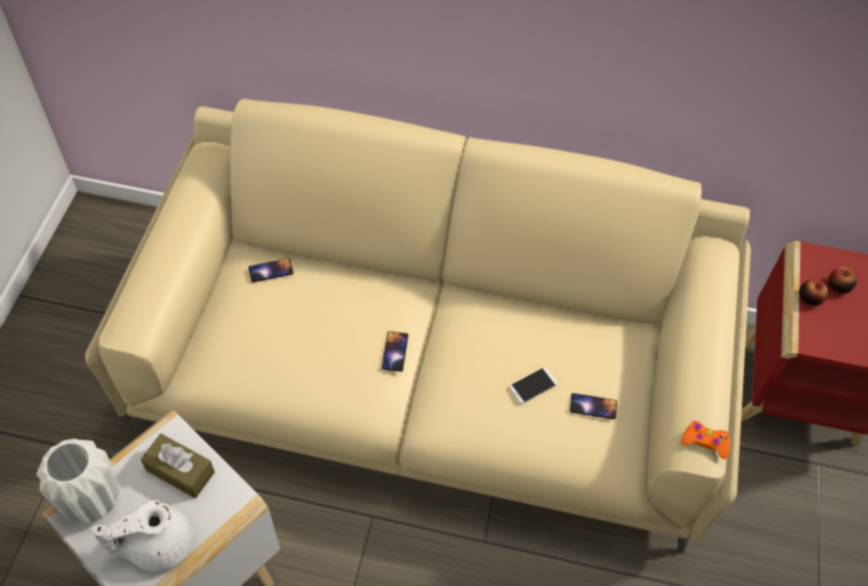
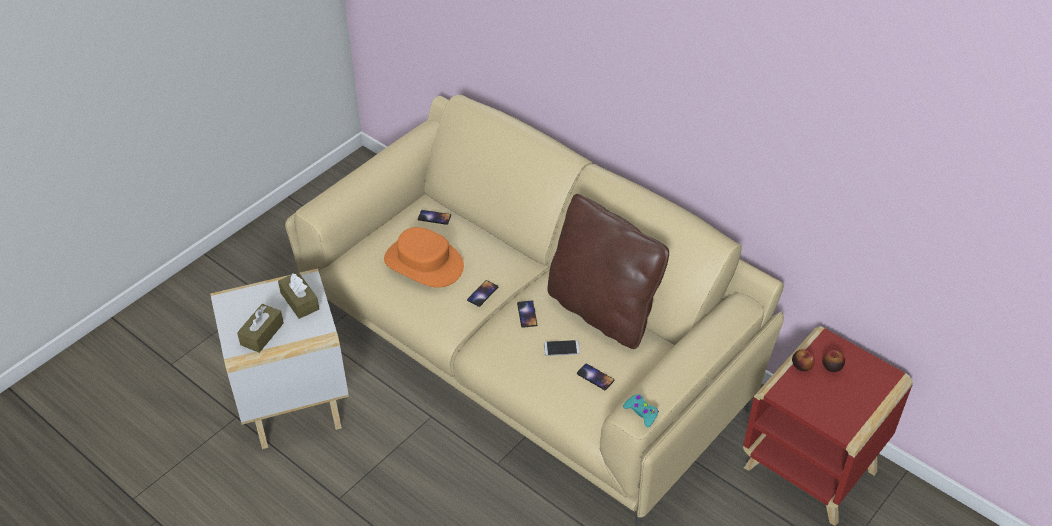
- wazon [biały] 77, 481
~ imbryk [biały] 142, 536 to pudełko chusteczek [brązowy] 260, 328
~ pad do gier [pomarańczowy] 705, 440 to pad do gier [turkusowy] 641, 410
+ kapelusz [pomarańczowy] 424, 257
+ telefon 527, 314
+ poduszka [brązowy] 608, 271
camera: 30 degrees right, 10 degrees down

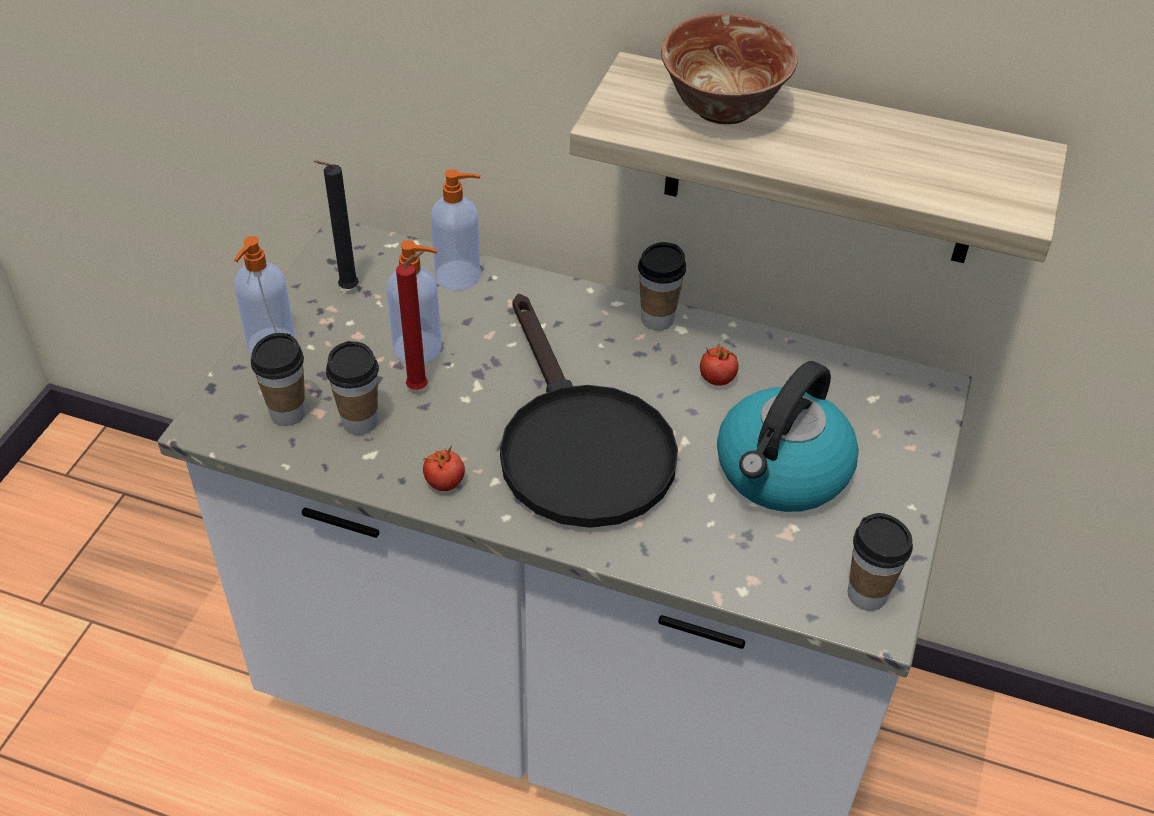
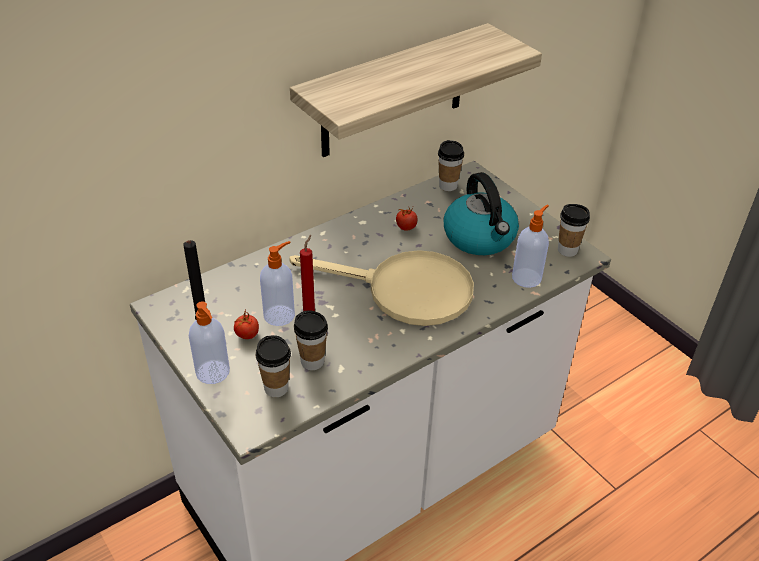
~ pomidor 444, 468 to 246, 324
~ dozownik mydła 456, 229 to 530, 246
~ patelnia [czarny] 589, 411 to patelnia [beżowy] 381, 288
~ filiżanka 662, 286 to 451, 165
- miska 729, 68
camera: 55 degrees left, 5 degrees down

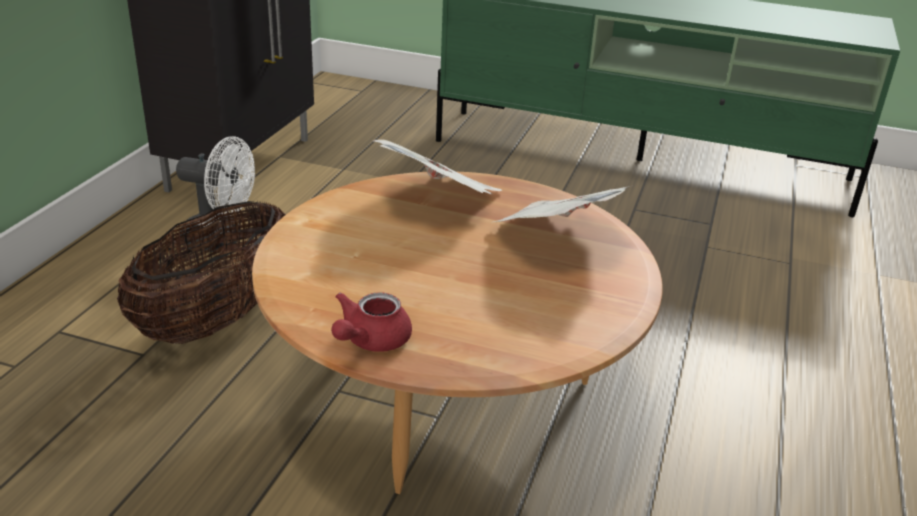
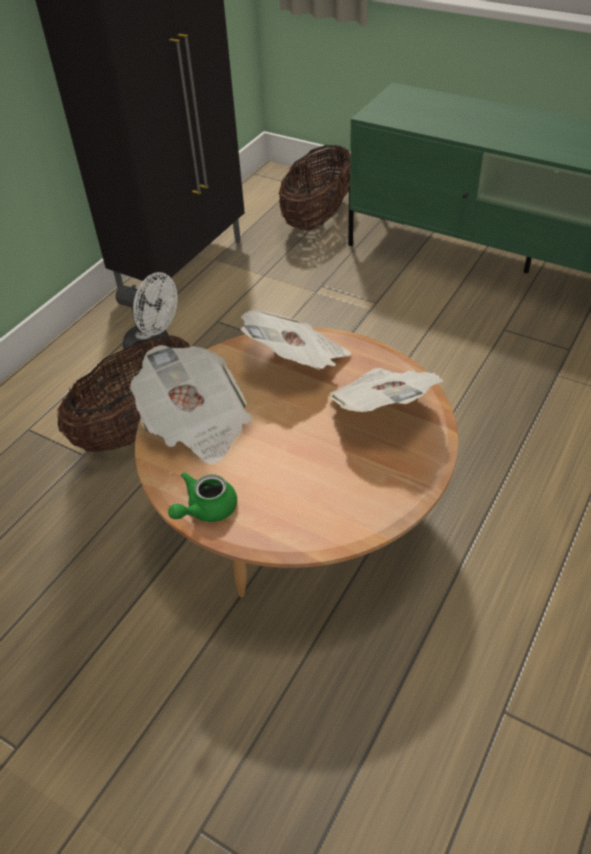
~ imbryk [czerwony] 371, 322 to imbryk [zielony] 202, 497
+ gazeta 191, 404
+ koszyk 314, 188
camera: 15 degrees right, 15 degrees up

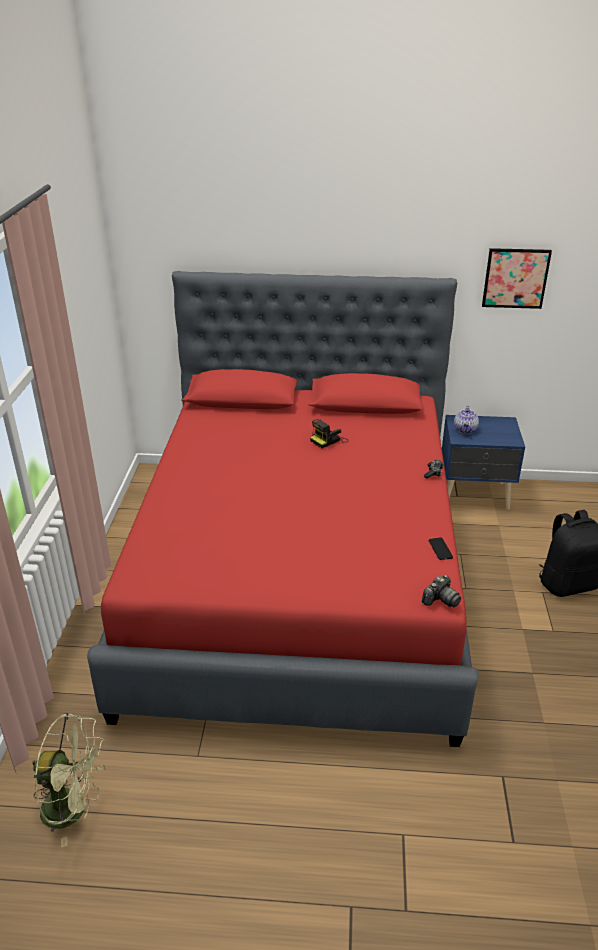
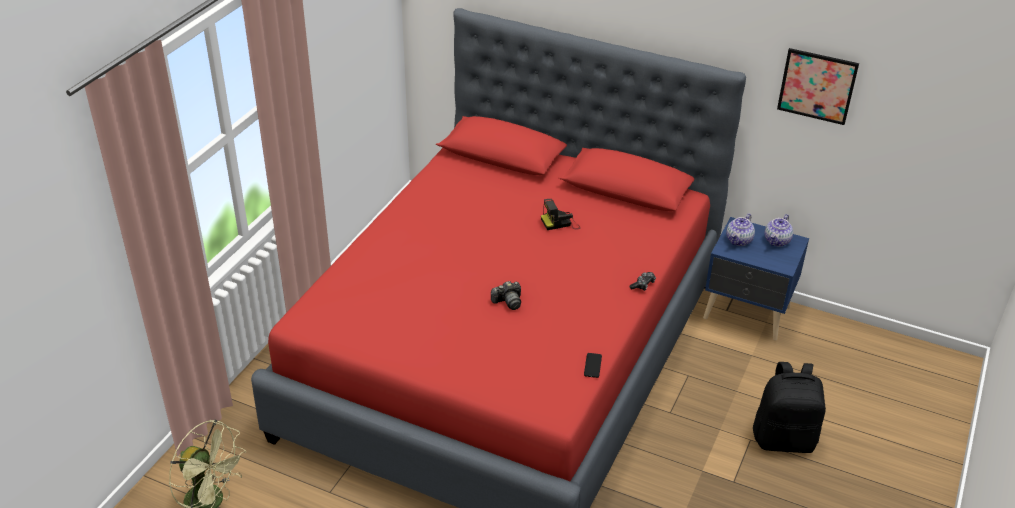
~ aparat fotograficzny 441, 591 to 506, 295
+ imbryk 779, 230
camera: 20 degrees right, 5 degrees up

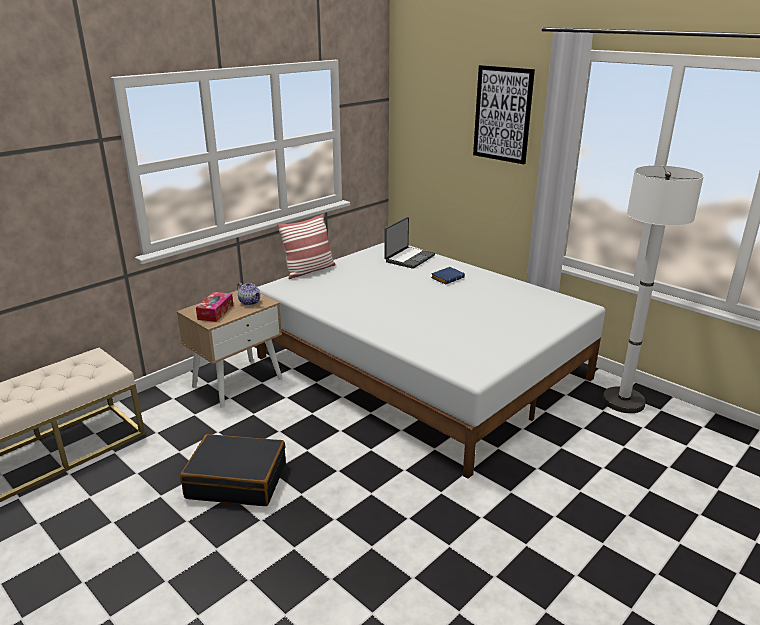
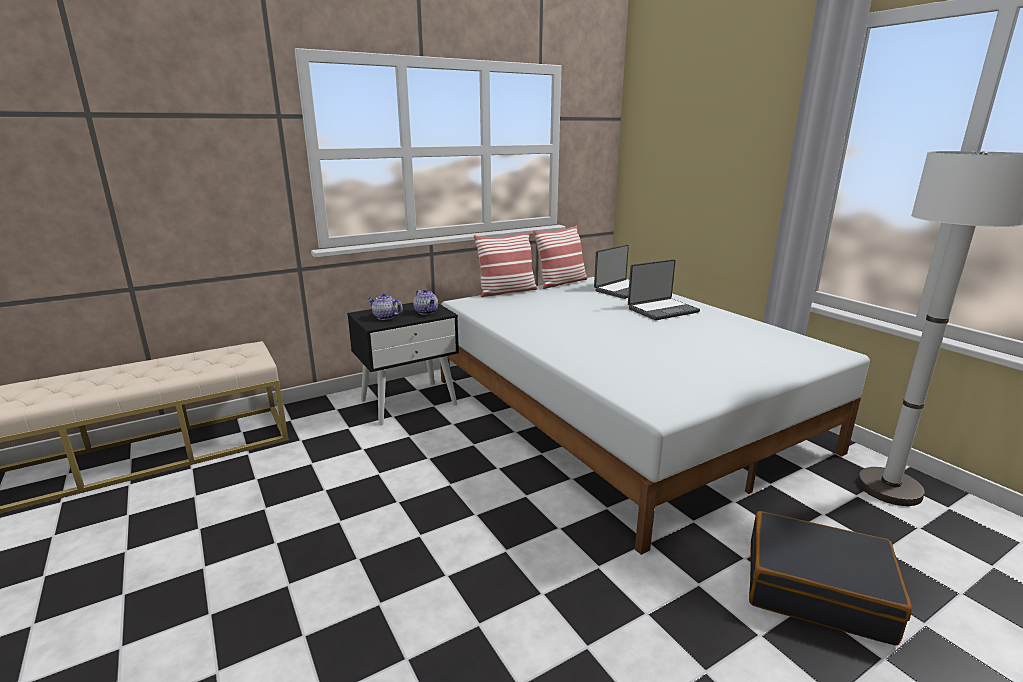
~ szafka nocna [beżowy] 230, 349 to szafka nocna [czarny] 403, 364
~ walizka [czarny] 233, 470 to 830, 578
~ pudełko chusteczek 214, 307 to imbryk 385, 306
~ książka [niebieski] 448, 276 to laptop 664, 289
- obraz 504, 114
+ poduszka 560, 257
camera: 15 degrees right, 5 degrees down

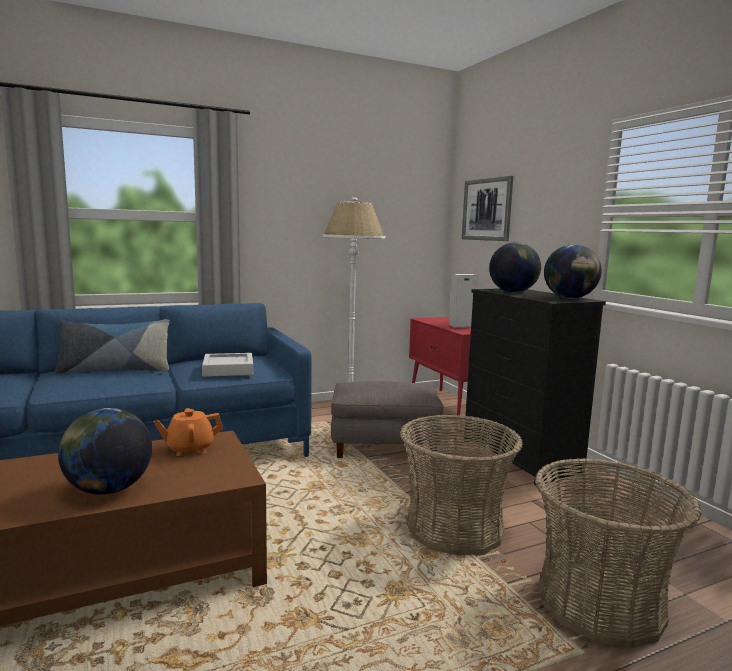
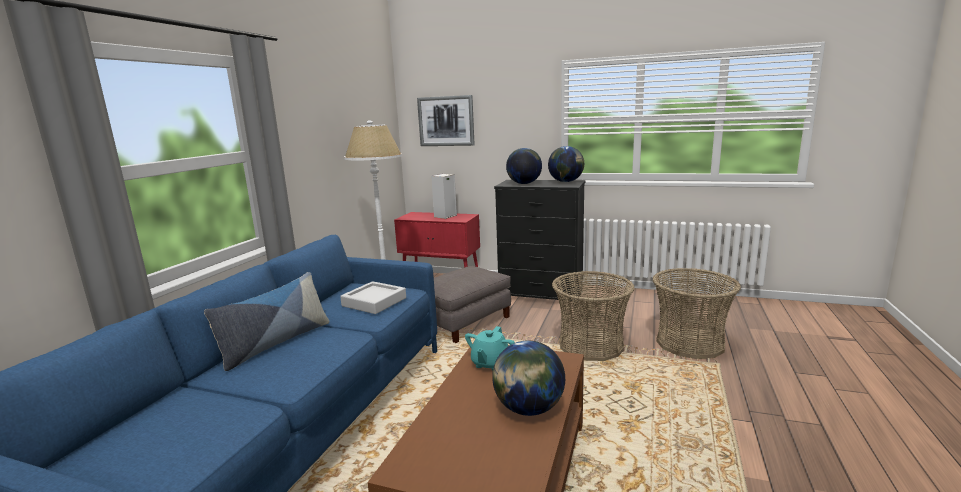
~ imbryk [pomarańczowy] 188, 432 to imbryk [turkusowy] 490, 348
camera: 45 degrees left, 5 degrees up

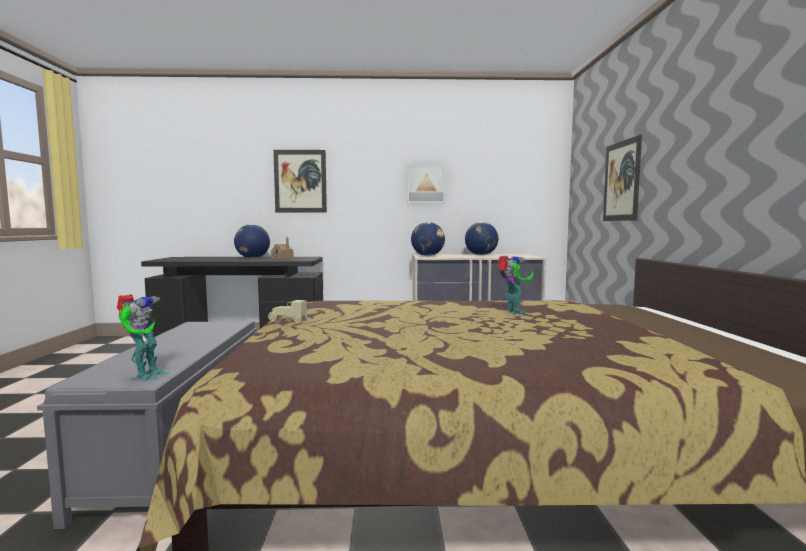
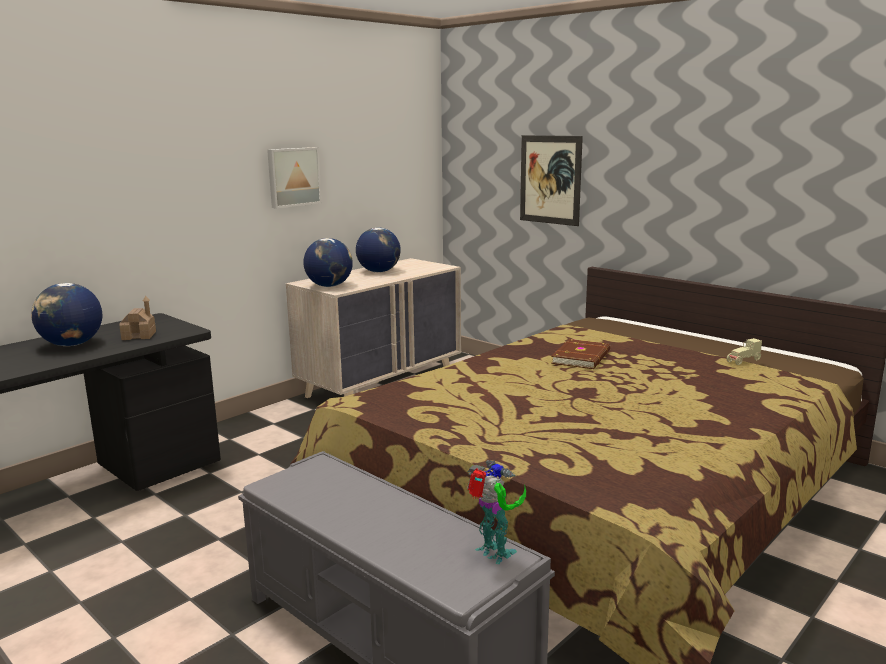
~ samochodzik [beżowy] 287, 311 to 744, 351
- obraz 300, 181
~ robot zabawkowy 515, 284 to książka [brązowy] 580, 354
camera: 45 degrees left, 10 degrees up

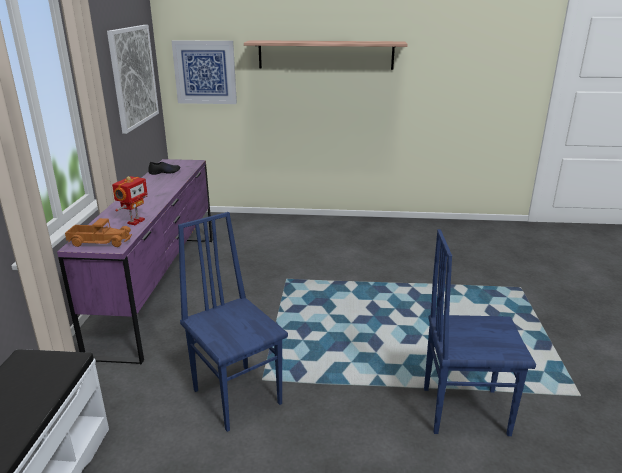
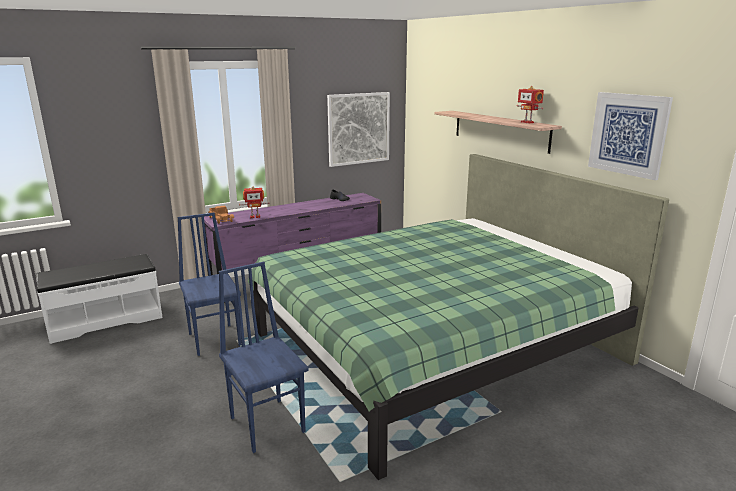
~ obraz 204, 72 to 630, 136
~ krzesło [niebieski] 233, 322 = 209, 284 45 degrees counterclockwise
+ łóżko [zielony] 458, 317
+ robot zabawkowy 530, 104
camera: 55 degrees right, 5 degrees down

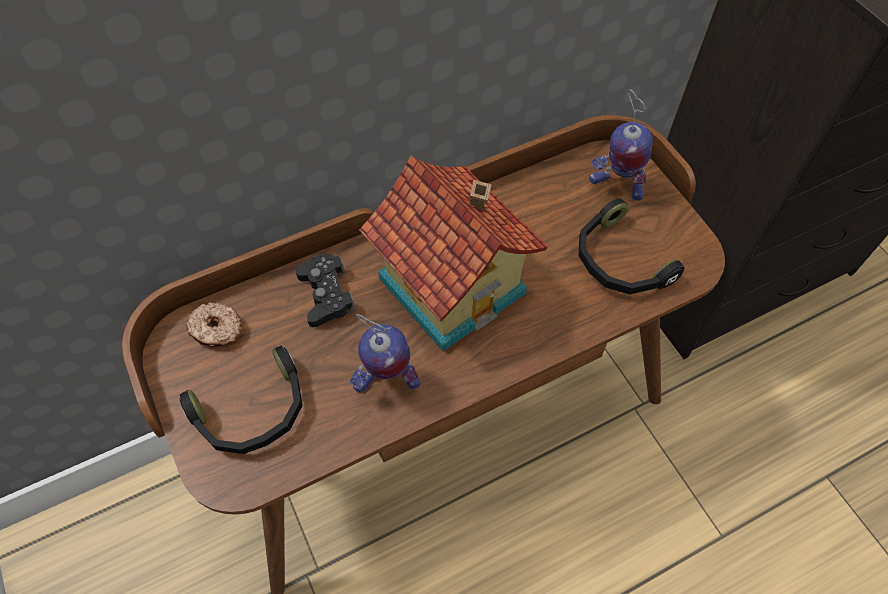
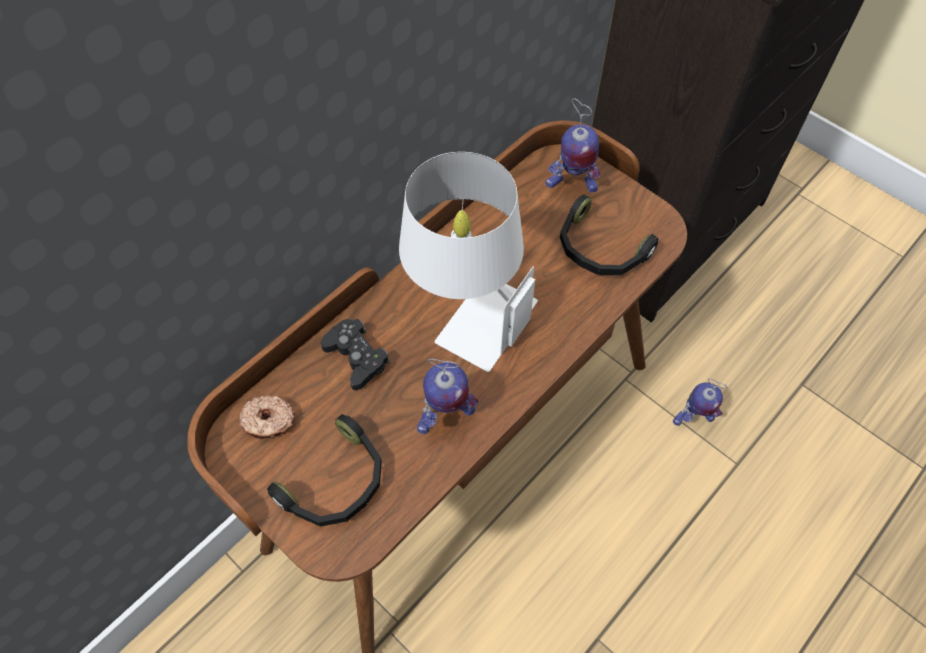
~ domek 453, 253 to lampa stołowa [biały] 468, 262
+ robot zabawkowy 700, 402
camera: 20 degrees left, 0 degrees up

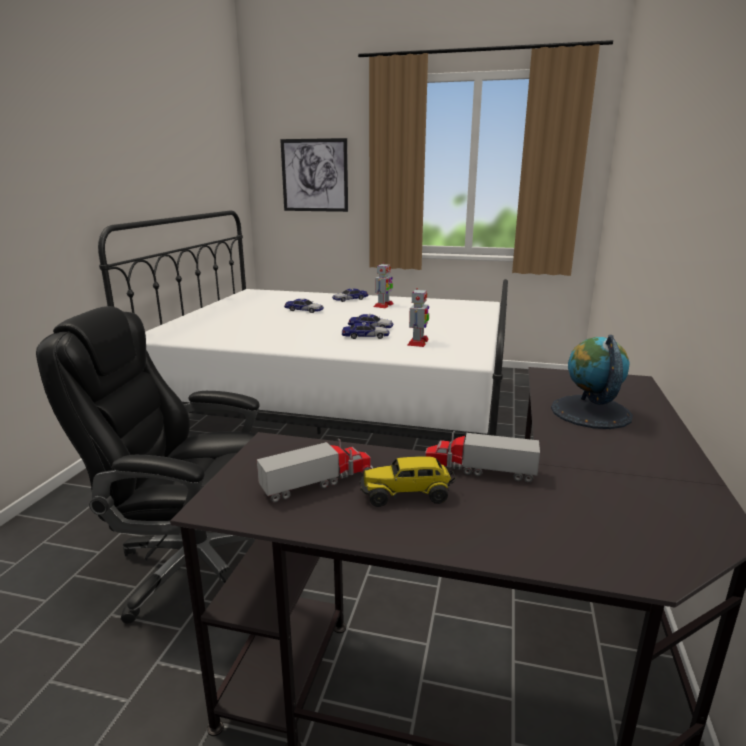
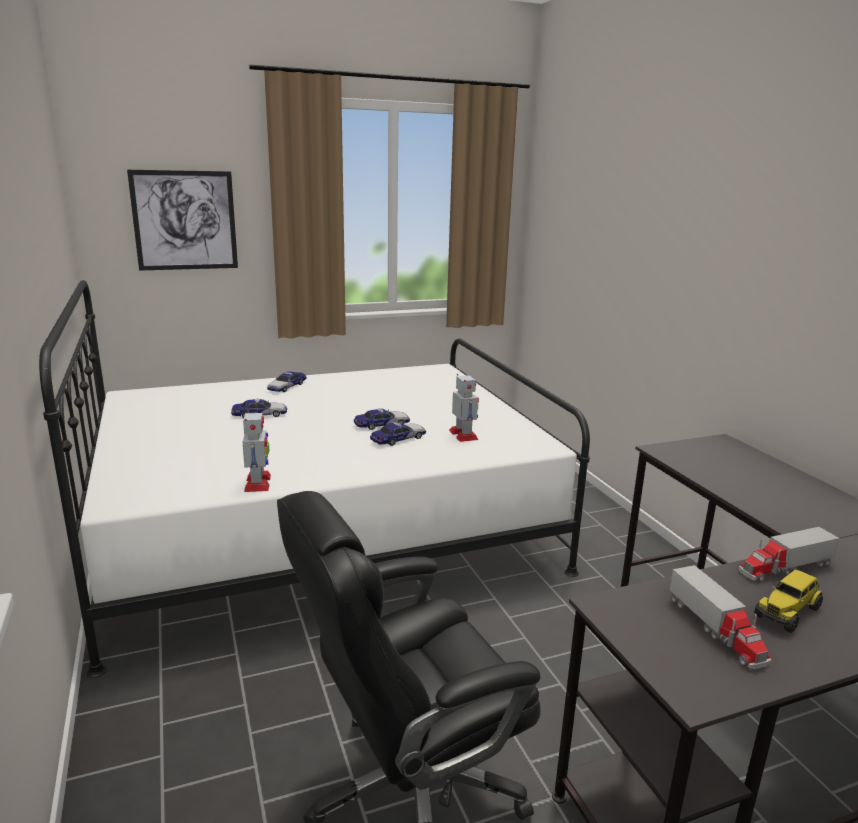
~ ciężarówka zabawkowa 315, 470 = 720, 617 135 degrees clockwise
~ robot zabawkowy 384, 285 to 257, 451
- globus 592, 382
camera: 35 degrees left, 0 degrees up

